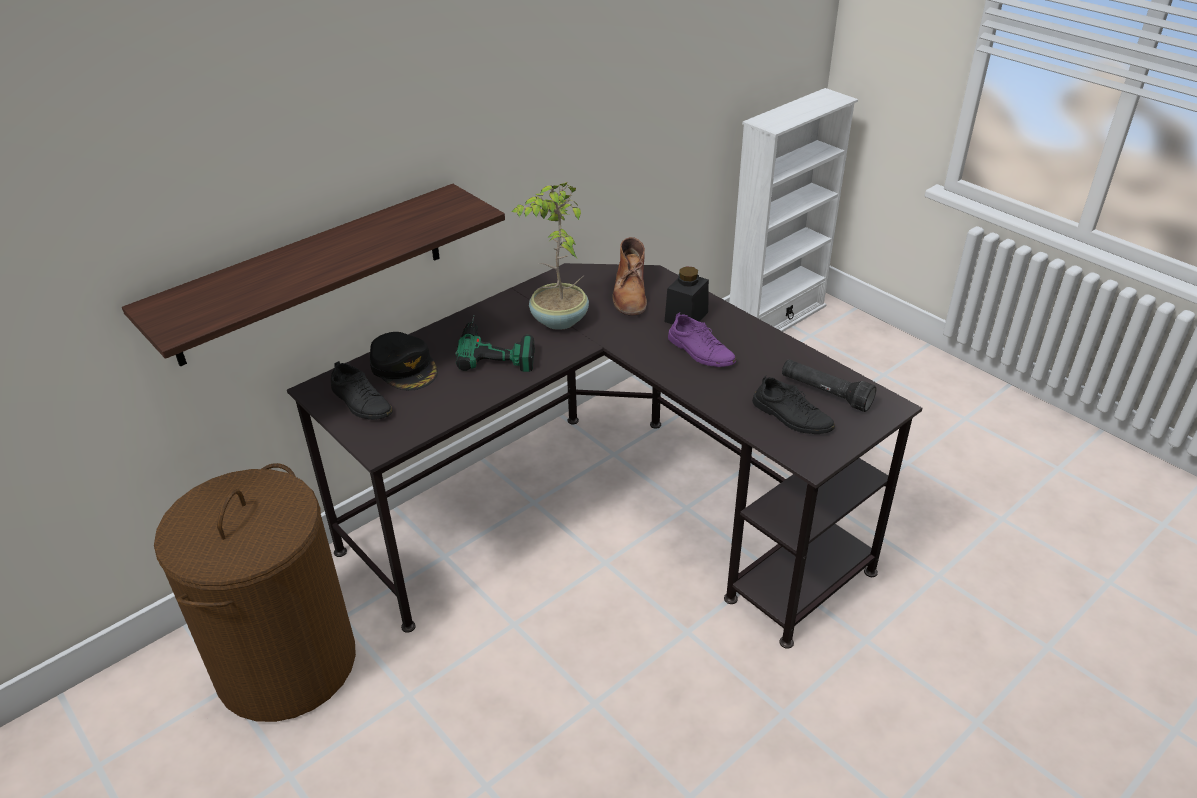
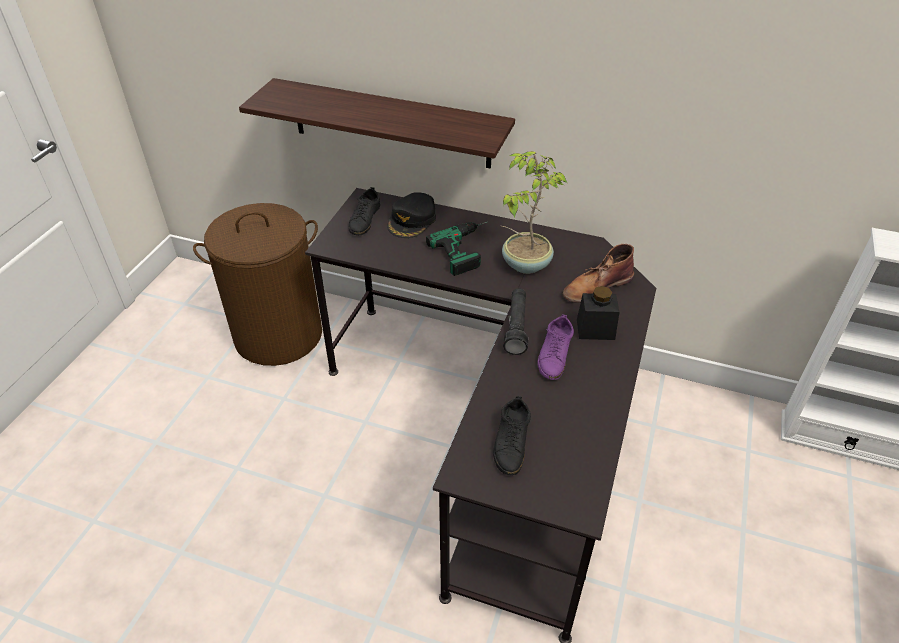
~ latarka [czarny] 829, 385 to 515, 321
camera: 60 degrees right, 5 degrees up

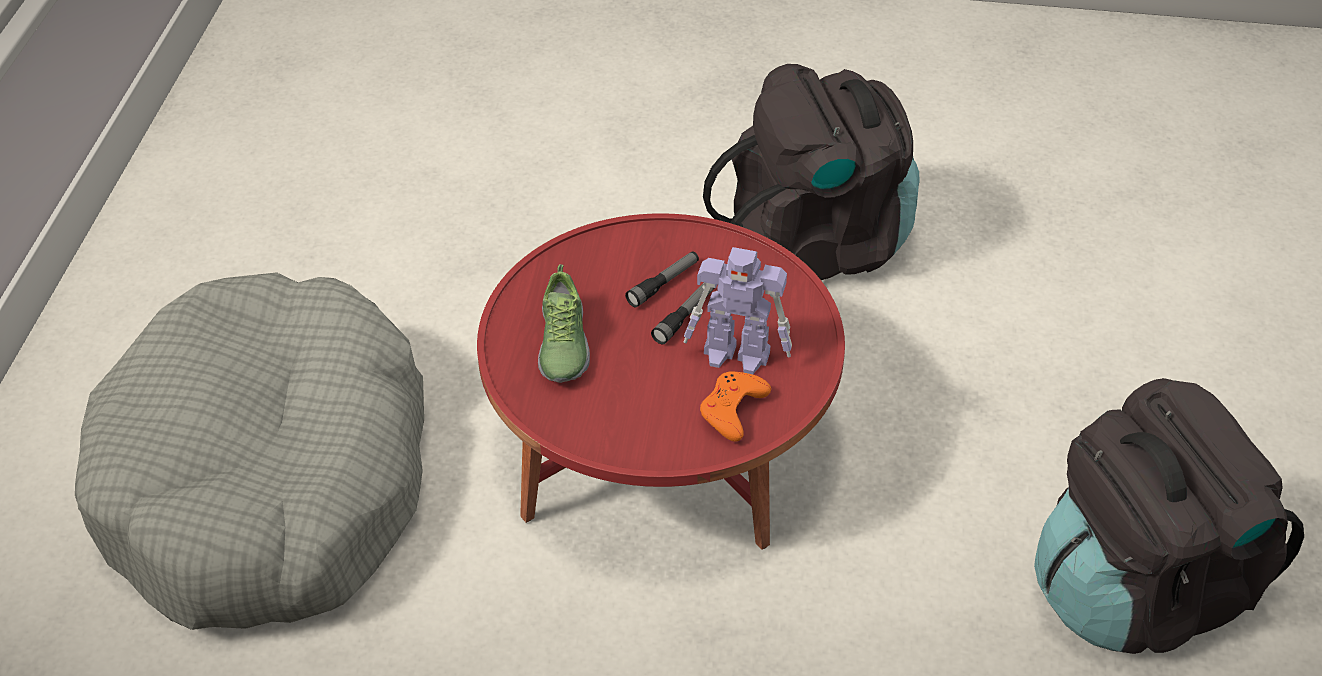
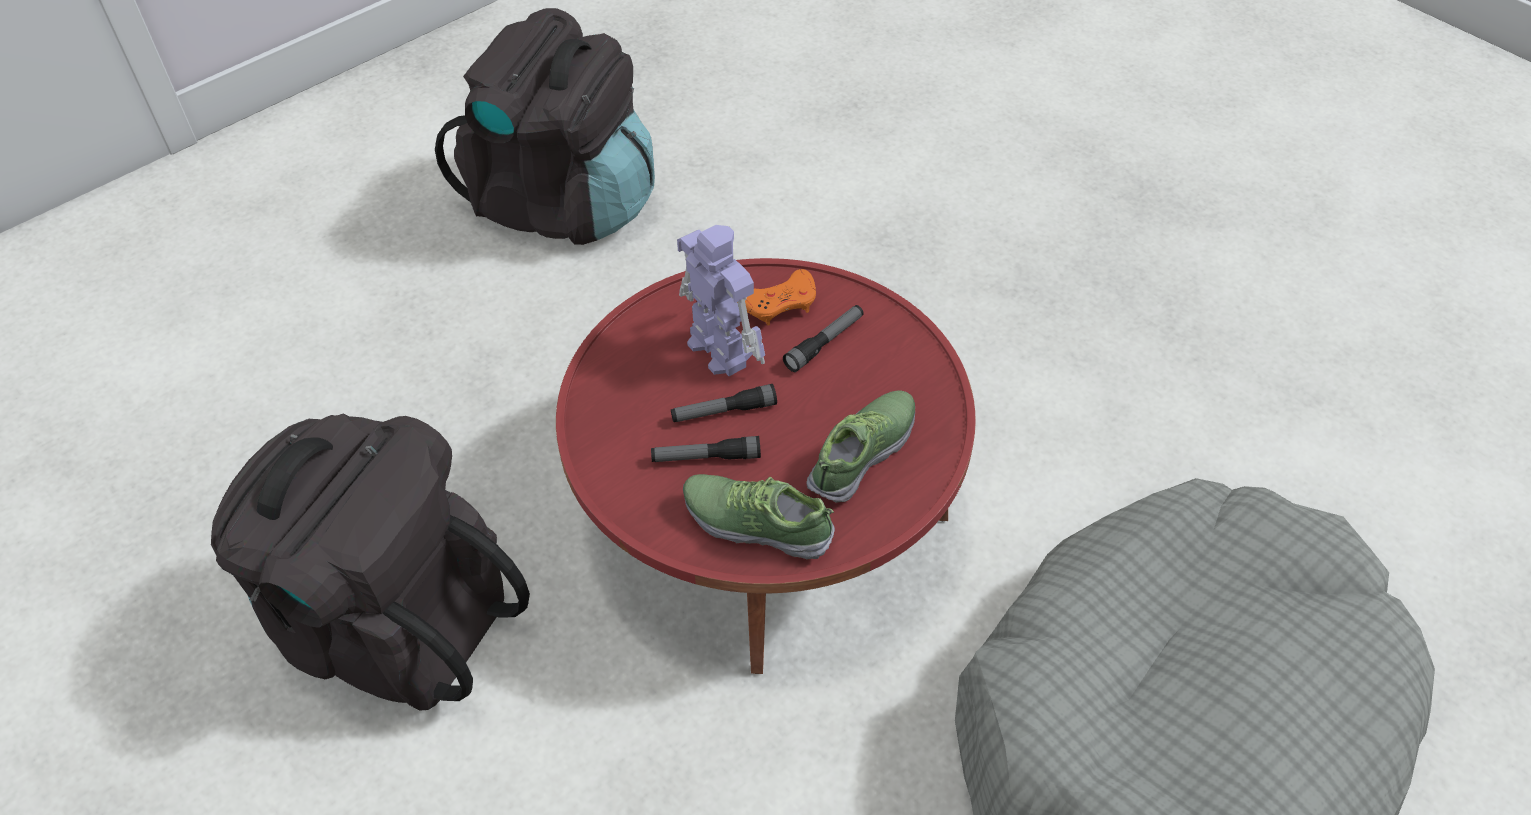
+ but 759, 517
+ latarka 823, 338
camera: 140 degrees left, 5 degrees up

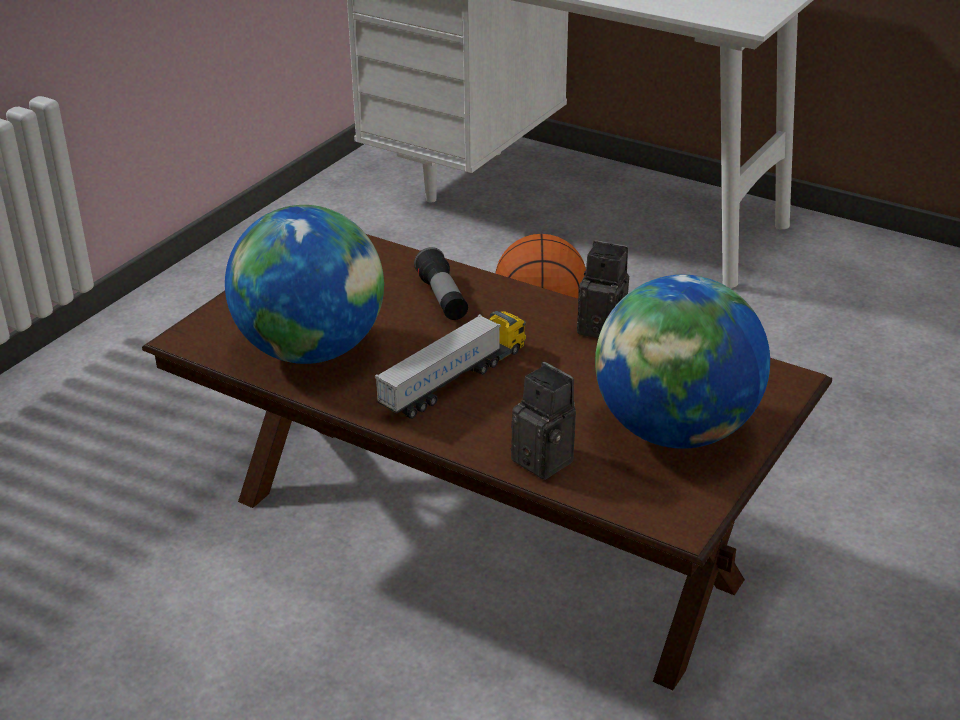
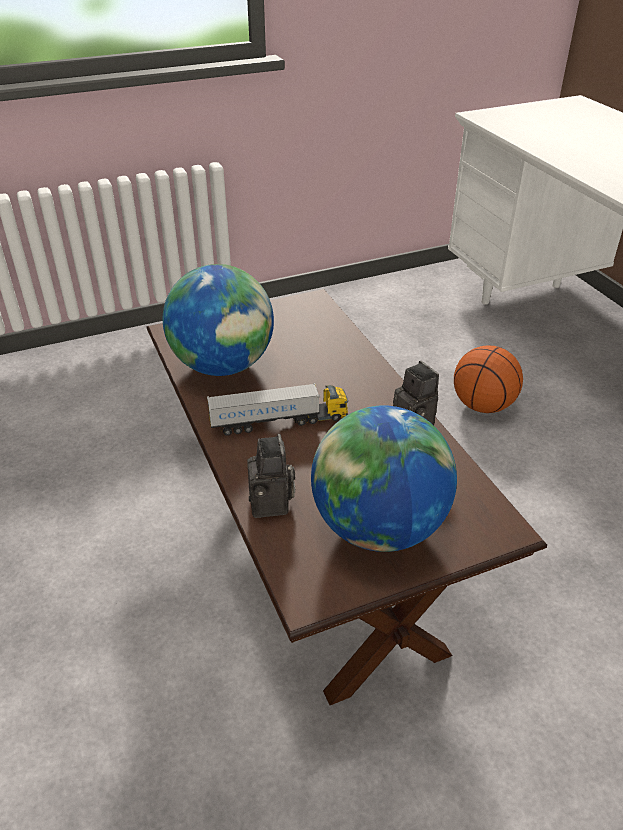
- latarka 441, 283
camera: 35 degrees right, 5 degrees up

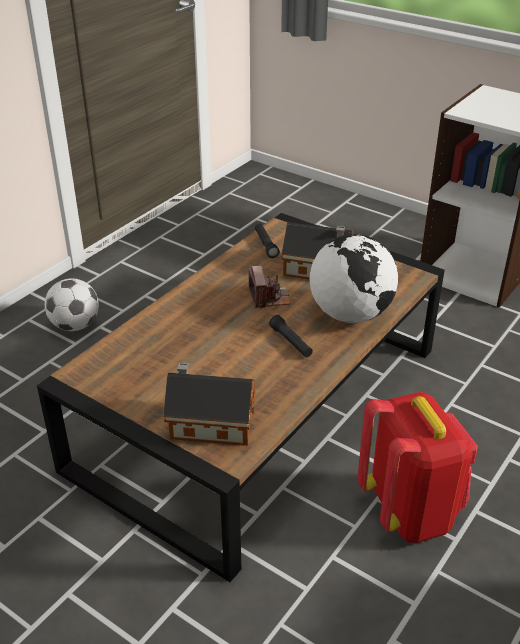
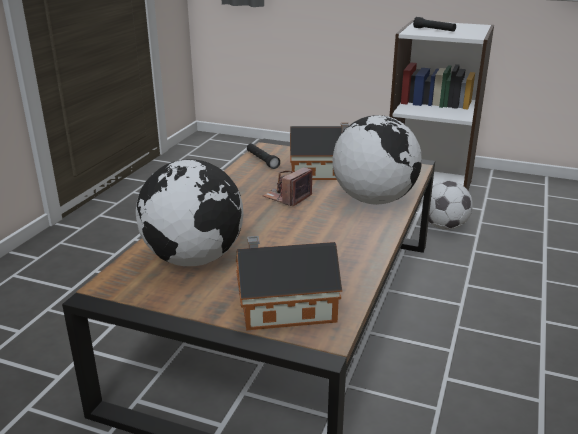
~ piłka futbolowa 72, 304 to 447, 205
~ aparat fotograficzny 269, 287 = 288, 186 120 degrees counterclockwise
~ latarka [czarny] 291, 336 to 434, 24
- plecak [czerwony] 417, 467
+ globus 190, 212
camera: 15 degrees left, 10 degrees down

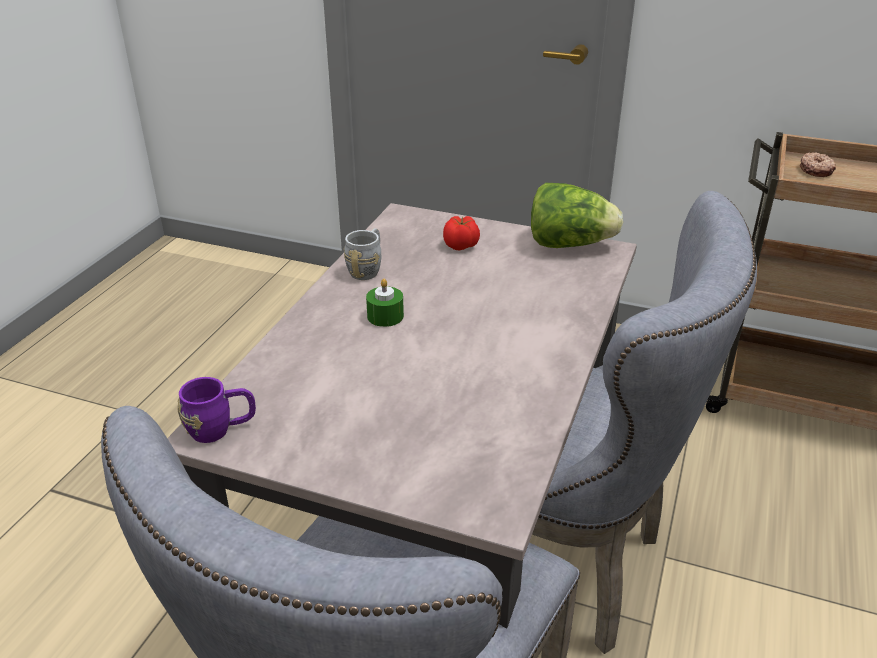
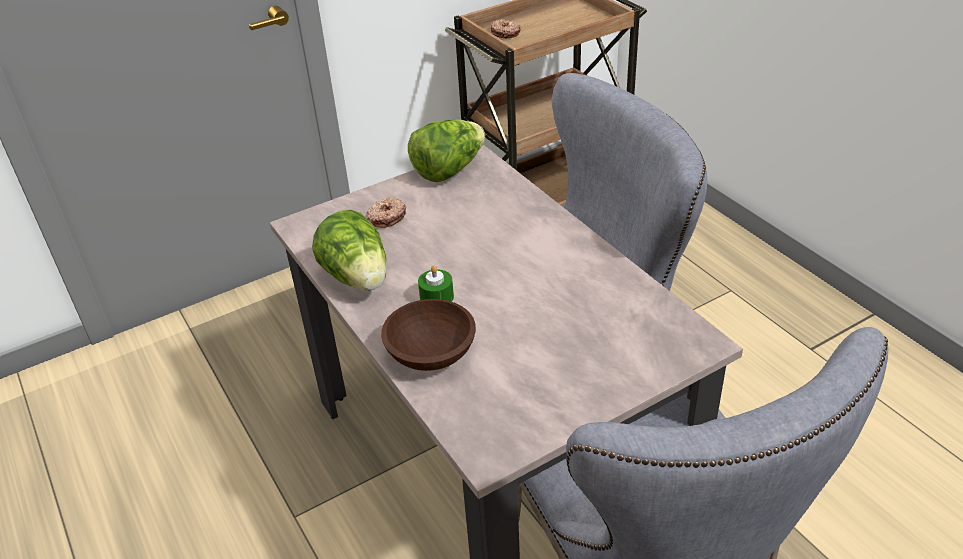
- kubek [fioletowy] 216, 410
~ kubek [szary] 362, 254 to sałata 349, 250
~ pomidor 461, 233 to donut 386, 212
+ miska [brązowy] 428, 335
camera: 50 degrees left, 5 degrees up

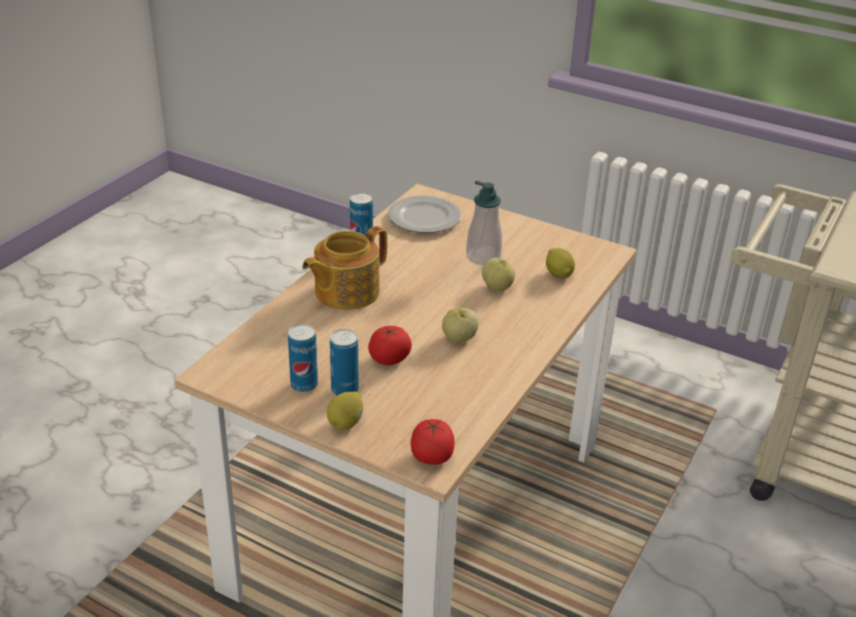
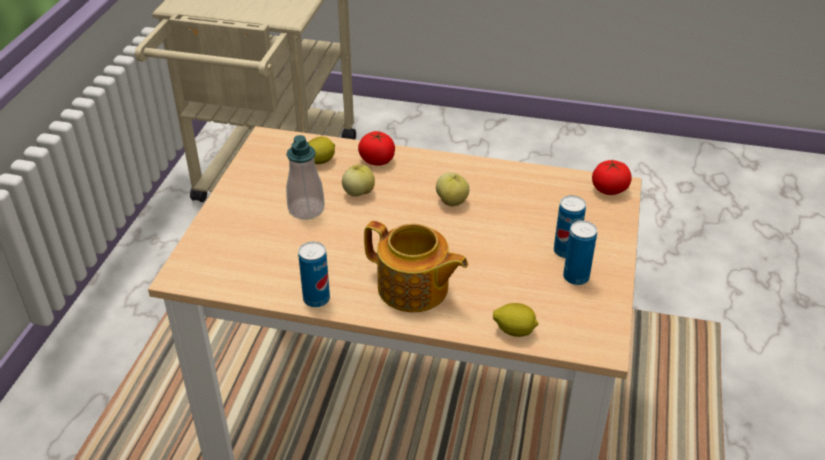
~ cytryna 345, 411 to 516, 320
~ pomidor 390, 345 to 376, 148
- talerz 424, 214
camera: 105 degrees left, 5 degrees up

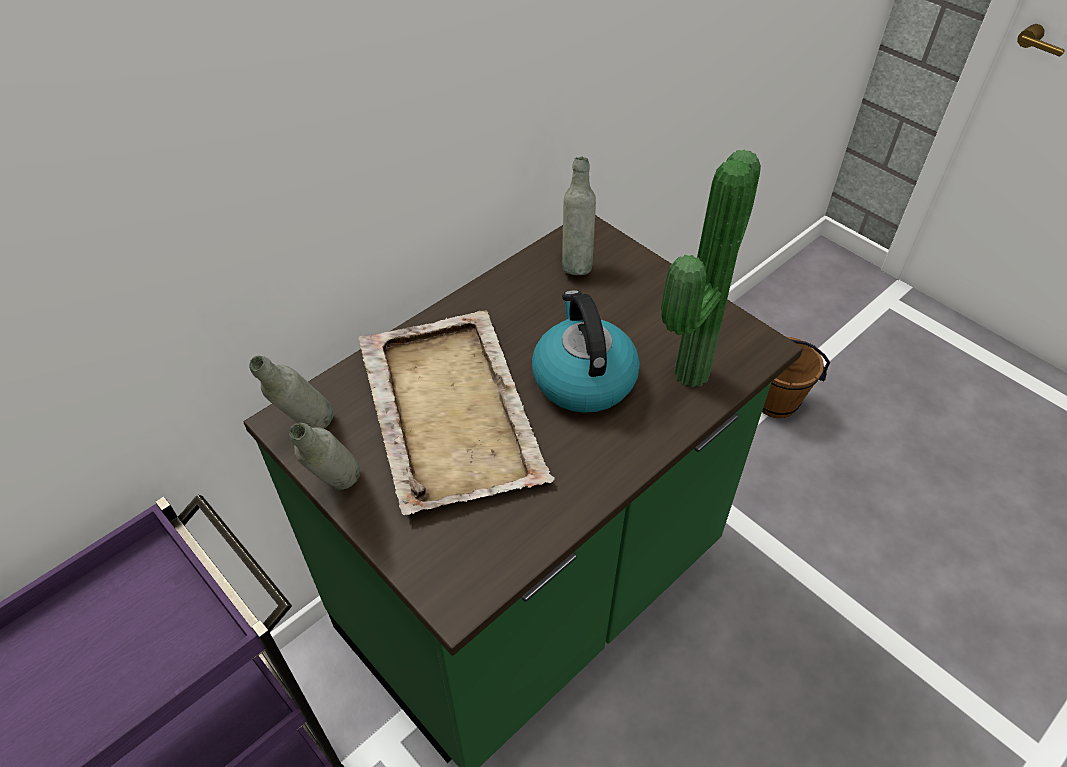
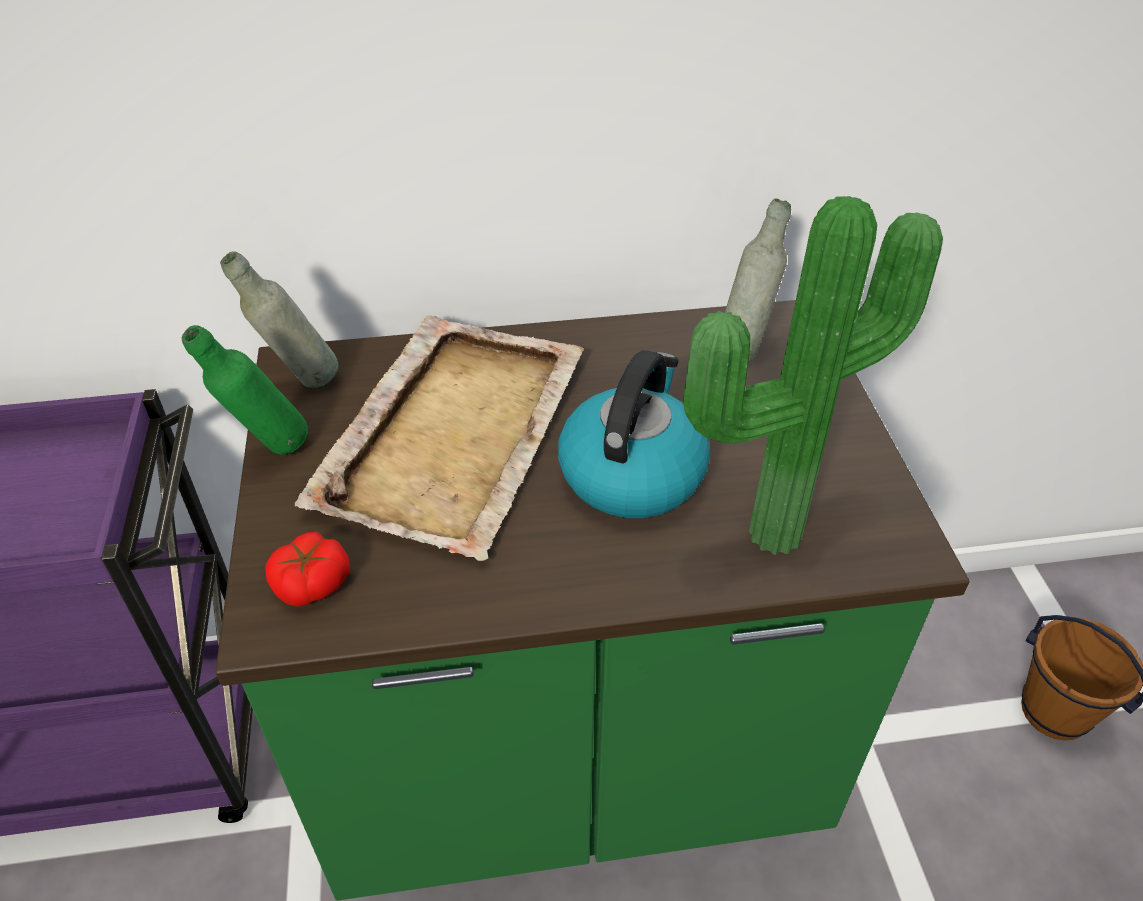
~ butelka [szary] 324, 456 to butelka [zielony] 245, 390
+ pomidor 307, 569
camera: 35 degrees right, 5 degrees down

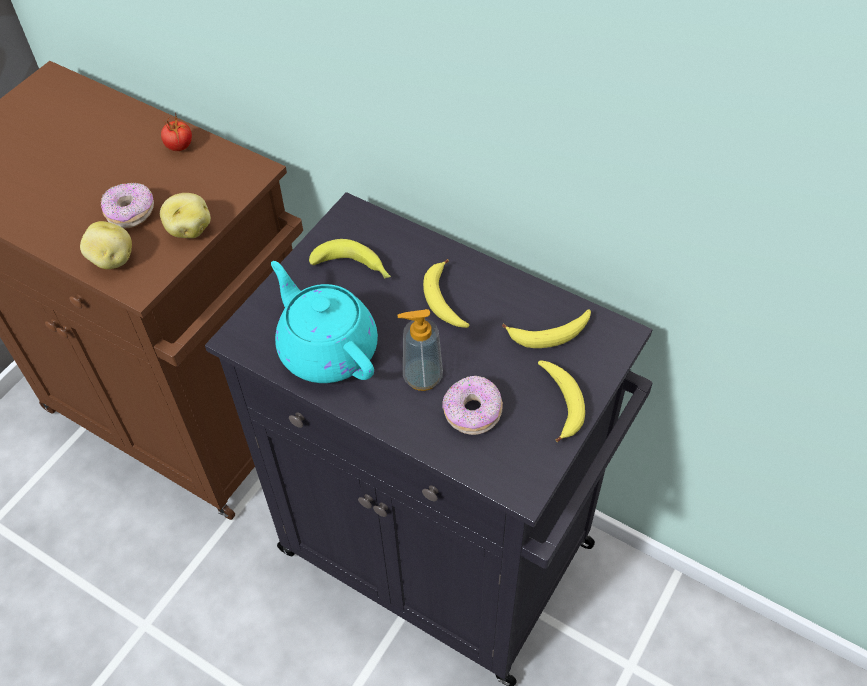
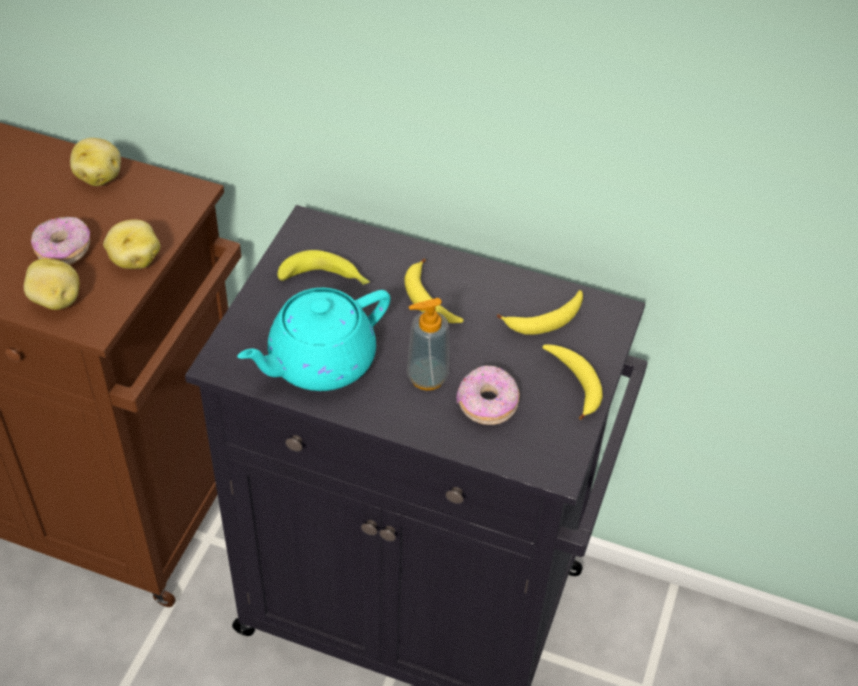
~ pomidor 176, 131 to ziemniak 95, 162
~ imbryk [turkusowy] 324, 322 = 313, 339 75 degrees counterclockwise
camera: 15 degrees left, 5 degrees down

